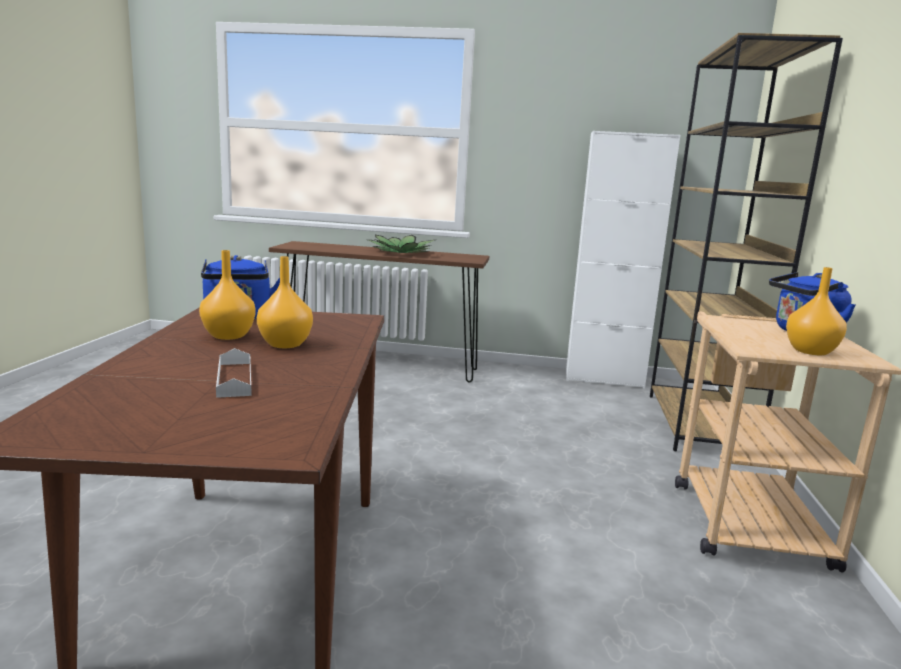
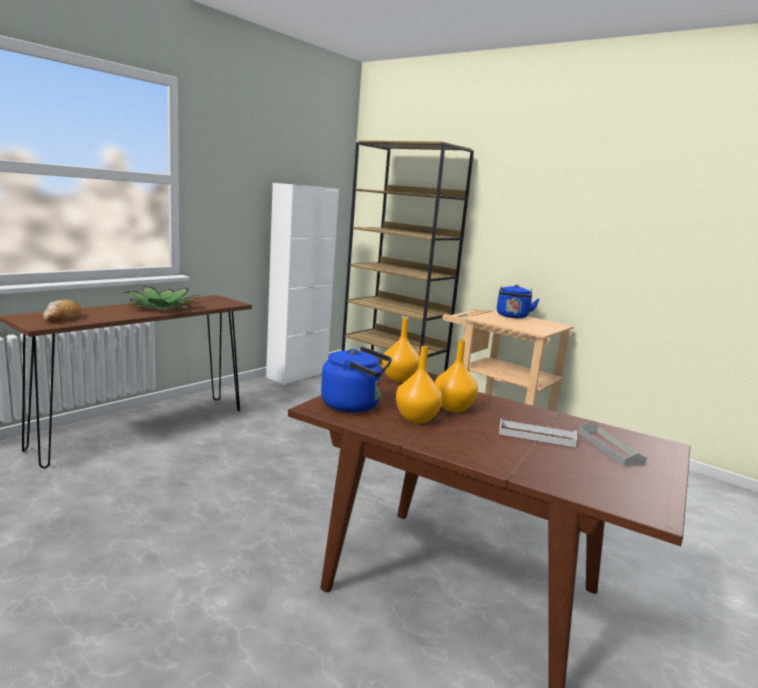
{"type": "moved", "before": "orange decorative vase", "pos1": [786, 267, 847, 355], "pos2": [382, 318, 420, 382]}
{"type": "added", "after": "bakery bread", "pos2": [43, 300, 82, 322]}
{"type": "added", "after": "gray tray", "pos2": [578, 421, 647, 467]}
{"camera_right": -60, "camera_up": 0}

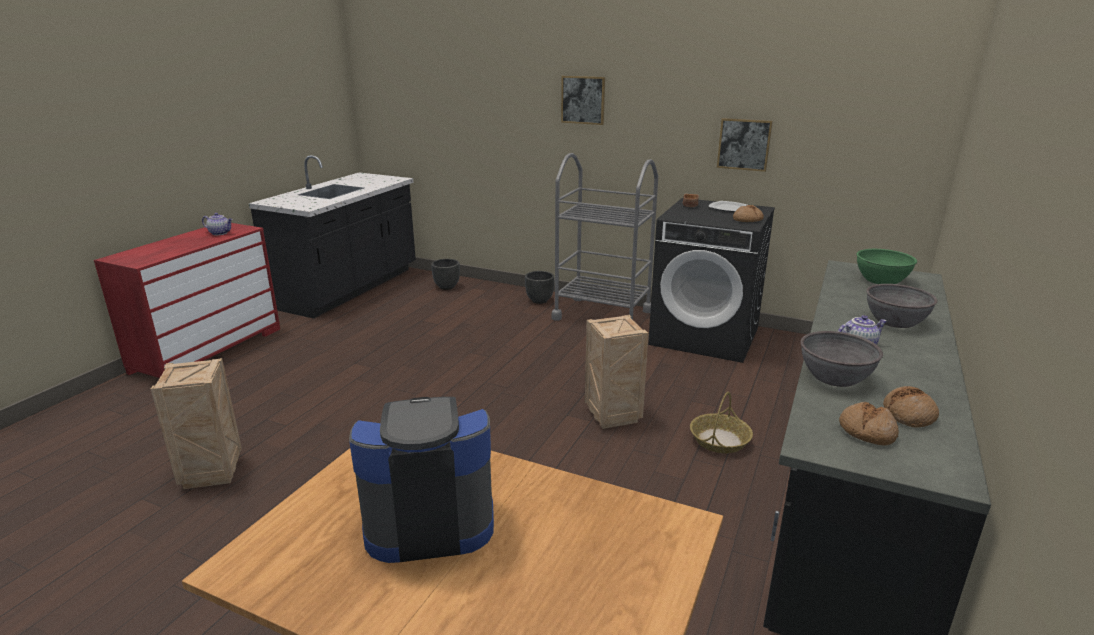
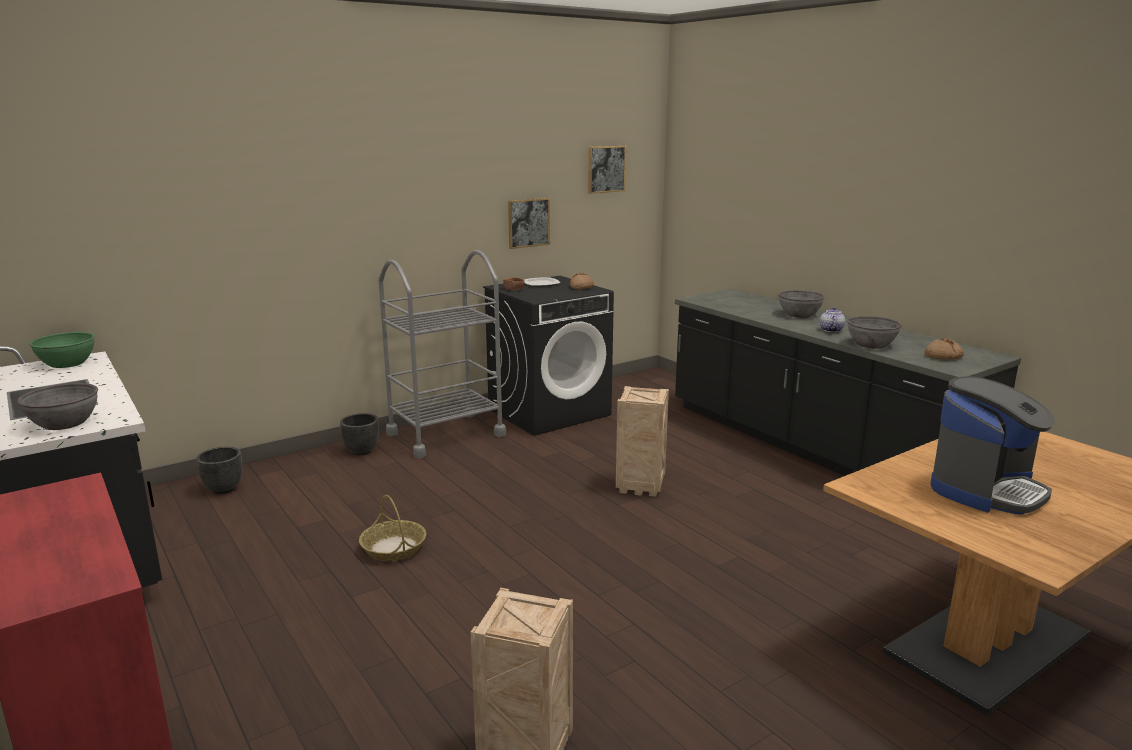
{"type": "removed", "before": "pot for tea", "pos1": [202, 213, 233, 235]}
{"type": "turned", "before": "coffee brewer", "pos1": [349, 397, 494, 563], "pos2": [931, 376, 1055, 515], "turn": -150}
{"type": "moved", "before": "wall art", "pos1": [561, 76, 605, 125], "pos2": [588, 145, 626, 194]}
{"type": "moved", "before": "household basket", "pos1": [690, 392, 753, 453], "pos2": [359, 495, 426, 561]}
{"type": "moved", "before": "greenish deep dish", "pos1": [856, 249, 917, 284], "pos2": [29, 332, 95, 368]}
{"type": "removed", "before": "bakery bread", "pos1": [883, 386, 939, 428]}
{"type": "added", "after": "gray deep dish", "pos2": [17, 383, 98, 430]}
{"camera_right": -60, "camera_up": -5}

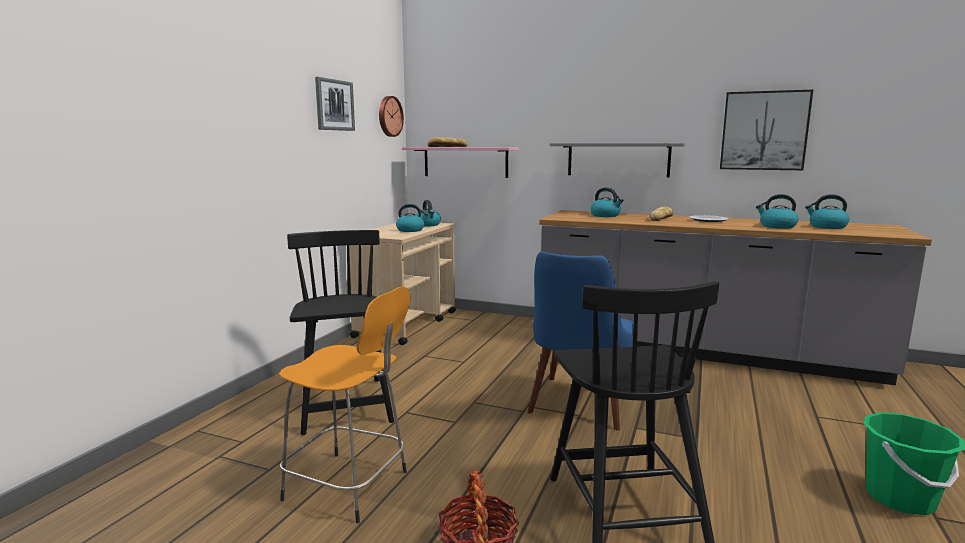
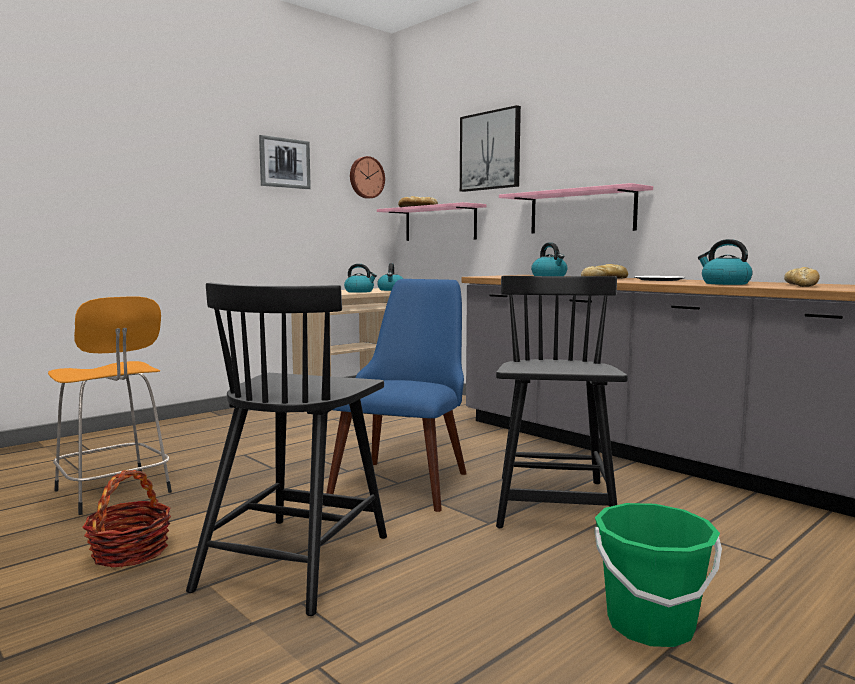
{"type": "moved", "before": "black chair", "pos1": [287, 230, 394, 435], "pos2": [496, 276, 628, 528]}
{"type": "turned", "before": "blue-coloured chair", "pos1": [527, 251, 634, 430], "pos2": [326, 279, 467, 512], "turn": 150}
{"type": "recoloured", "before": "gray bracket shelf", "after": "pinkish bracket shelf", "pos1": [550, 143, 685, 177], "pos2": [499, 183, 653, 233]}
{"type": "moved", "before": "wall art", "pos1": [720, 90, 813, 170], "pos2": [460, 105, 521, 192]}
{"type": "replaced", "before": "water kettle", "after": "bakery bread", "pos1": [805, 194, 849, 229], "pos2": [784, 267, 820, 287]}
{"camera_right": 25, "camera_up": -5}

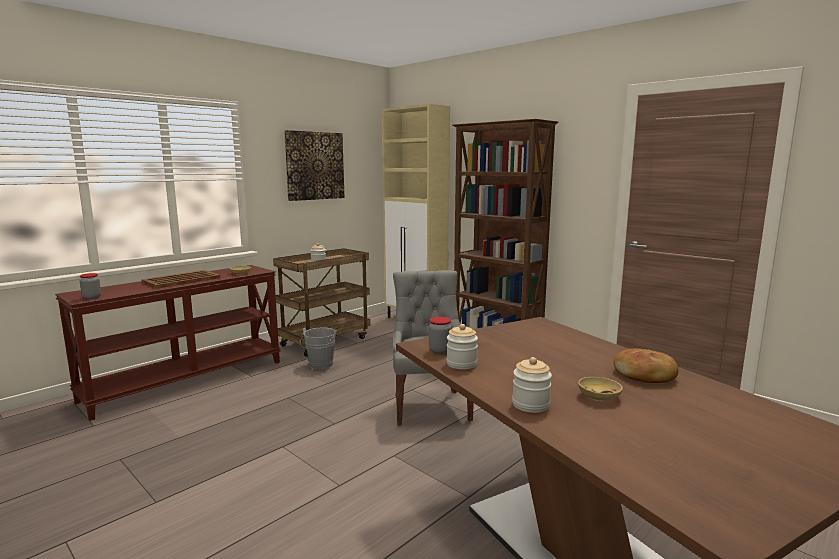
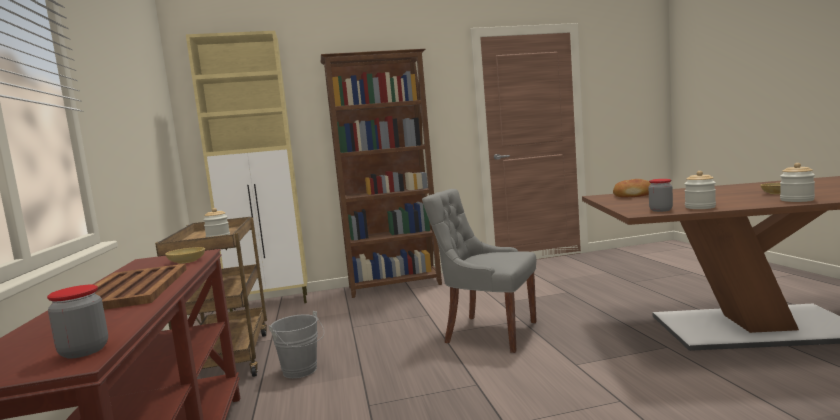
{"type": "removed", "before": "wall art", "pos1": [284, 130, 344, 201]}
{"type": "moved", "before": "bakery bread", "pos1": [614, 348, 679, 383], "pos2": [613, 179, 651, 197]}
{"camera_right": -55, "camera_up": -5}

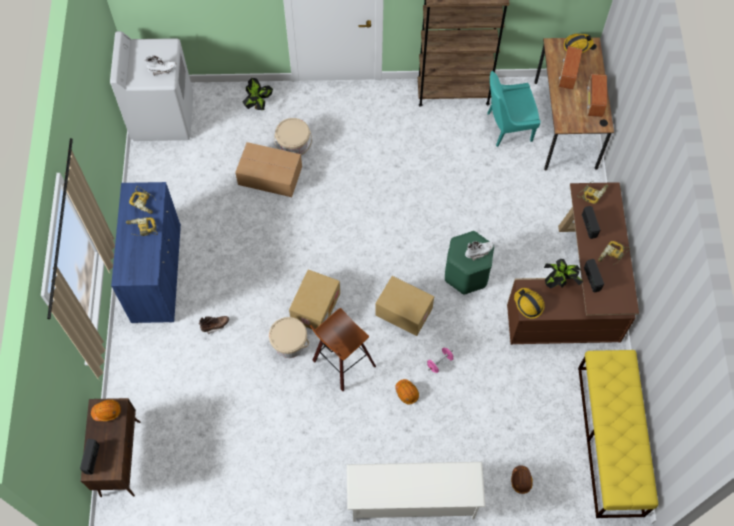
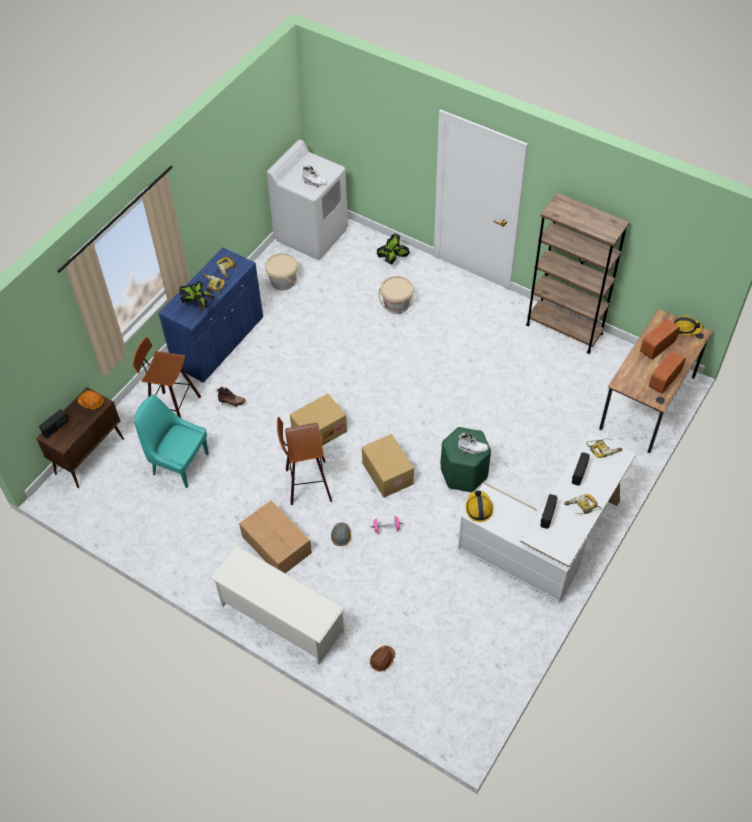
{"type": "moved", "before": "packing box", "pos1": [235, 142, 302, 197], "pos2": [239, 500, 312, 573]}
{"type": "moved", "before": "beige-coloured bucket", "pos1": [269, 317, 309, 358], "pos2": [265, 253, 298, 290]}
{"type": "recoloured", "before": "orange safety helmet", "after": "gray safety helmet", "pos1": [395, 379, 419, 404], "pos2": [331, 522, 351, 546]}
{"type": "moved", "before": "turquoise chair", "pos1": [487, 71, 540, 147], "pos2": [134, 395, 209, 488]}
{"type": "recoloured", "before": "brownish desk unit", "after": "white desk unit", "pos1": [507, 182, 639, 345], "pos2": [458, 432, 636, 603]}
{"type": "moved", "before": "potted plant", "pos1": [544, 259, 583, 289], "pos2": [179, 281, 215, 311]}
{"type": "removed", "before": "yellow bench", "pos1": [578, 350, 658, 518]}
{"type": "added", "after": "sitting stool", "pos2": [132, 337, 201, 418]}
{"camera_right": 35, "camera_up": -10}

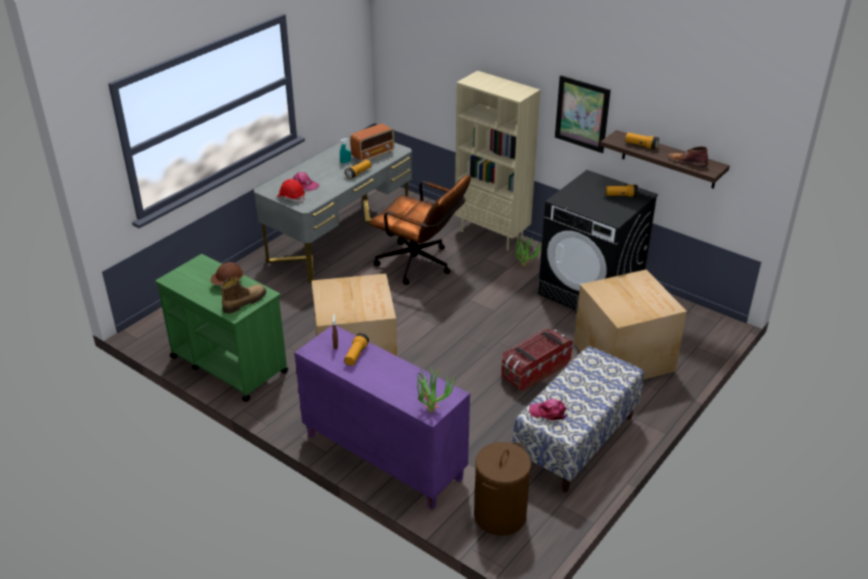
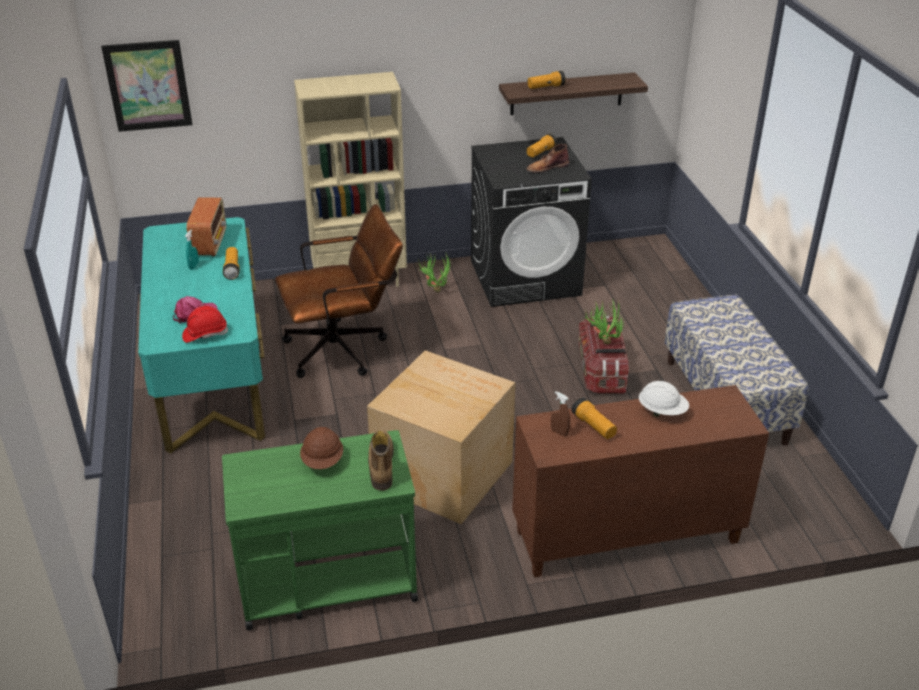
{"type": "recoloured", "before": "gray desk unit", "after": "turquoise desk unit", "pos1": [254, 137, 412, 283], "pos2": [138, 217, 265, 453]}
{"type": "recoloured", "before": "purple-coloured cupboard", "after": "brownish cupboard", "pos1": [294, 325, 470, 510], "pos2": [512, 385, 769, 577]}
{"type": "moved", "before": "potted plant", "pos1": [415, 367, 455, 413], "pos2": [585, 299, 623, 344]}
{"type": "removed", "before": "brownish hamper", "pos1": [474, 442, 531, 536]}
{"type": "removed", "before": "pinkish cap", "pos1": [529, 398, 567, 420]}
{"type": "moved", "before": "wall art", "pos1": [555, 75, 611, 153], "pos2": [101, 40, 192, 132]}
{"type": "removed", "before": "packing box", "pos1": [574, 269, 687, 380]}
{"type": "moved", "before": "brownish boot", "pos1": [667, 146, 708, 167], "pos2": [527, 144, 569, 173]}
{"type": "added", "after": "white safety helmet", "pos2": [639, 381, 689, 417]}
{"camera_right": -50, "camera_up": 0}

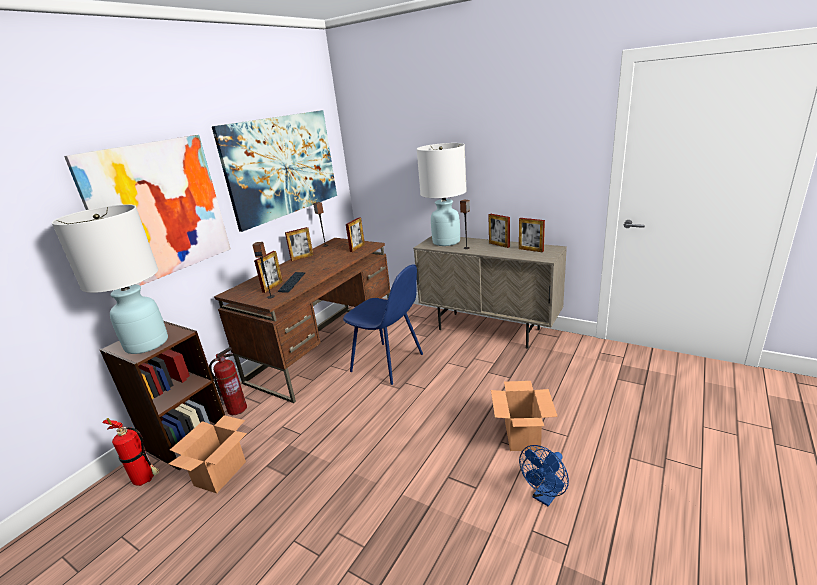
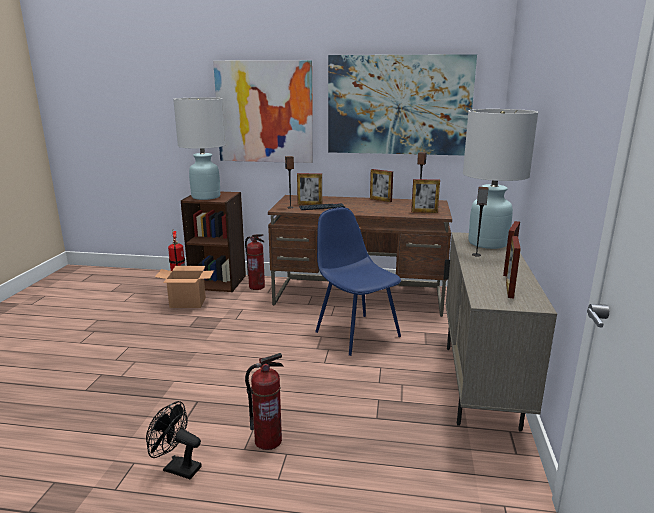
{"type": "turned", "before": "blue-coloured chair", "pos1": [343, 264, 423, 385], "pos2": [315, 207, 401, 356], "turn": 135}
{"type": "replaced", "before": "packing box", "after": "fire extinguisher", "pos1": [491, 381, 558, 451], "pos2": [245, 353, 284, 450]}
{"type": "recoloured", "before": "blue-coloured fan", "after": "black fan", "pos1": [519, 445, 569, 506], "pos2": [146, 401, 202, 479]}
{"camera_right": 65, "camera_up": -5}

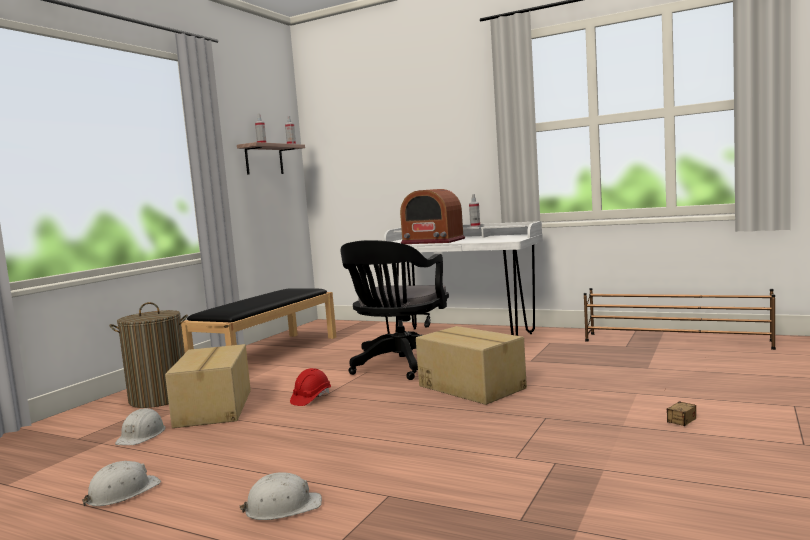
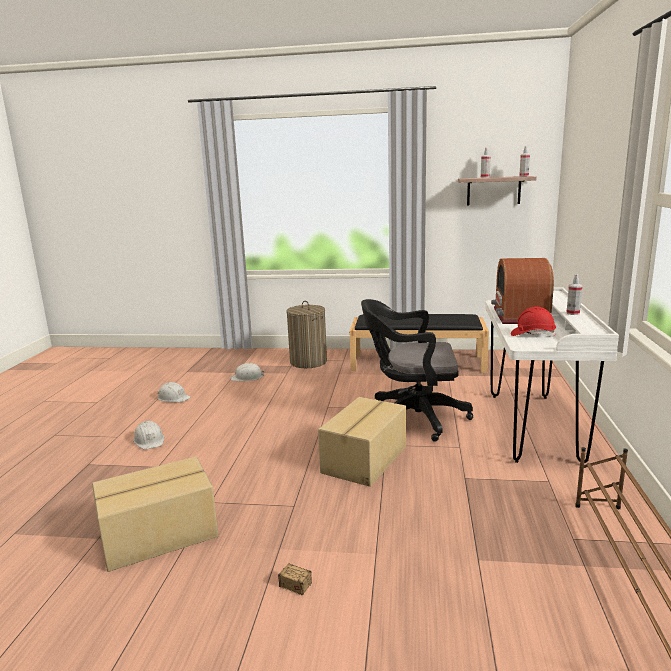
{"type": "moved", "before": "packing box", "pos1": [165, 344, 251, 428], "pos2": [92, 456, 218, 572]}
{"type": "moved", "before": "red-coloured safety helmet", "pos1": [290, 368, 331, 406], "pos2": [511, 307, 556, 337]}
{"camera_right": 70, "camera_up": 10}

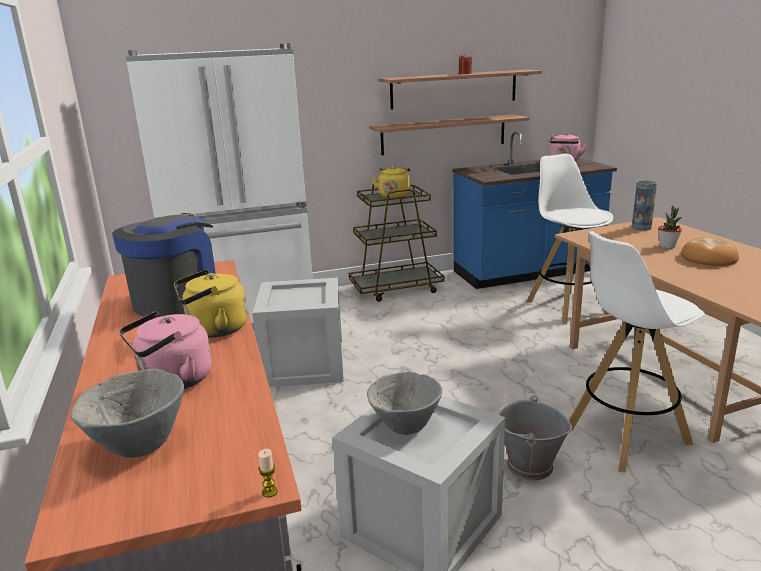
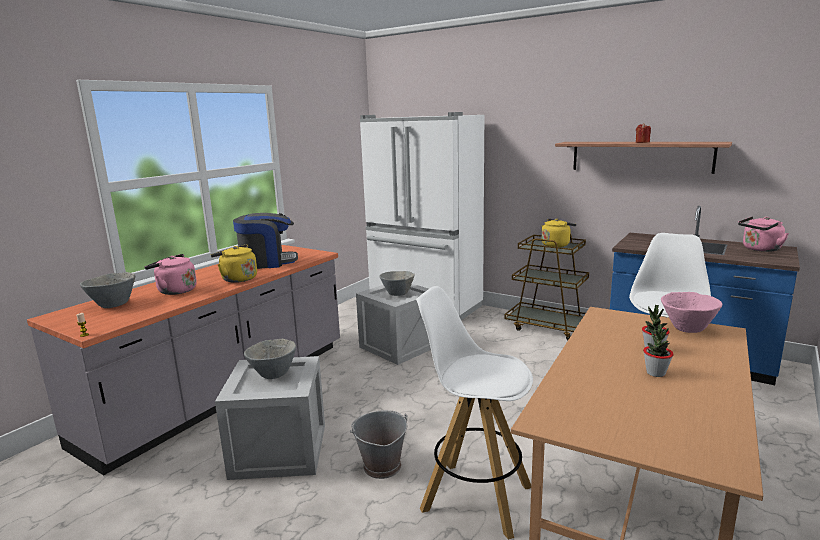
{"type": "removed", "before": "bracket shelf", "pos1": [369, 114, 530, 155]}
{"type": "replaced", "before": "decorative vase", "after": "pinkish deep dish", "pos1": [632, 180, 657, 231], "pos2": [661, 292, 722, 333]}
{"type": "replaced", "before": "bakery bread", "after": "potted plant", "pos1": [681, 237, 739, 266], "pos2": [643, 324, 674, 377]}
{"type": "added", "after": "gray deep dish", "pos2": [379, 271, 415, 296]}
{"camera_right": 50, "camera_up": -5}

